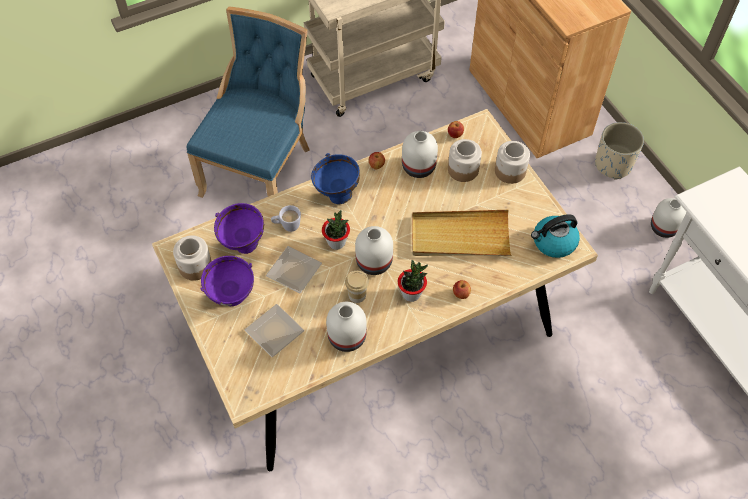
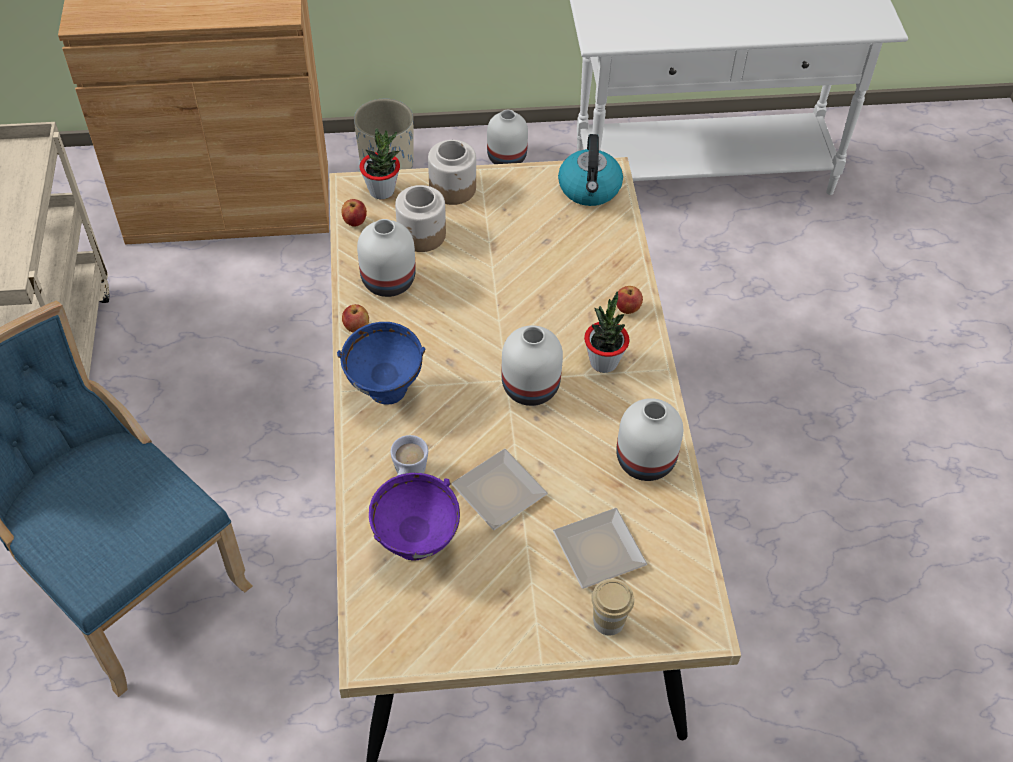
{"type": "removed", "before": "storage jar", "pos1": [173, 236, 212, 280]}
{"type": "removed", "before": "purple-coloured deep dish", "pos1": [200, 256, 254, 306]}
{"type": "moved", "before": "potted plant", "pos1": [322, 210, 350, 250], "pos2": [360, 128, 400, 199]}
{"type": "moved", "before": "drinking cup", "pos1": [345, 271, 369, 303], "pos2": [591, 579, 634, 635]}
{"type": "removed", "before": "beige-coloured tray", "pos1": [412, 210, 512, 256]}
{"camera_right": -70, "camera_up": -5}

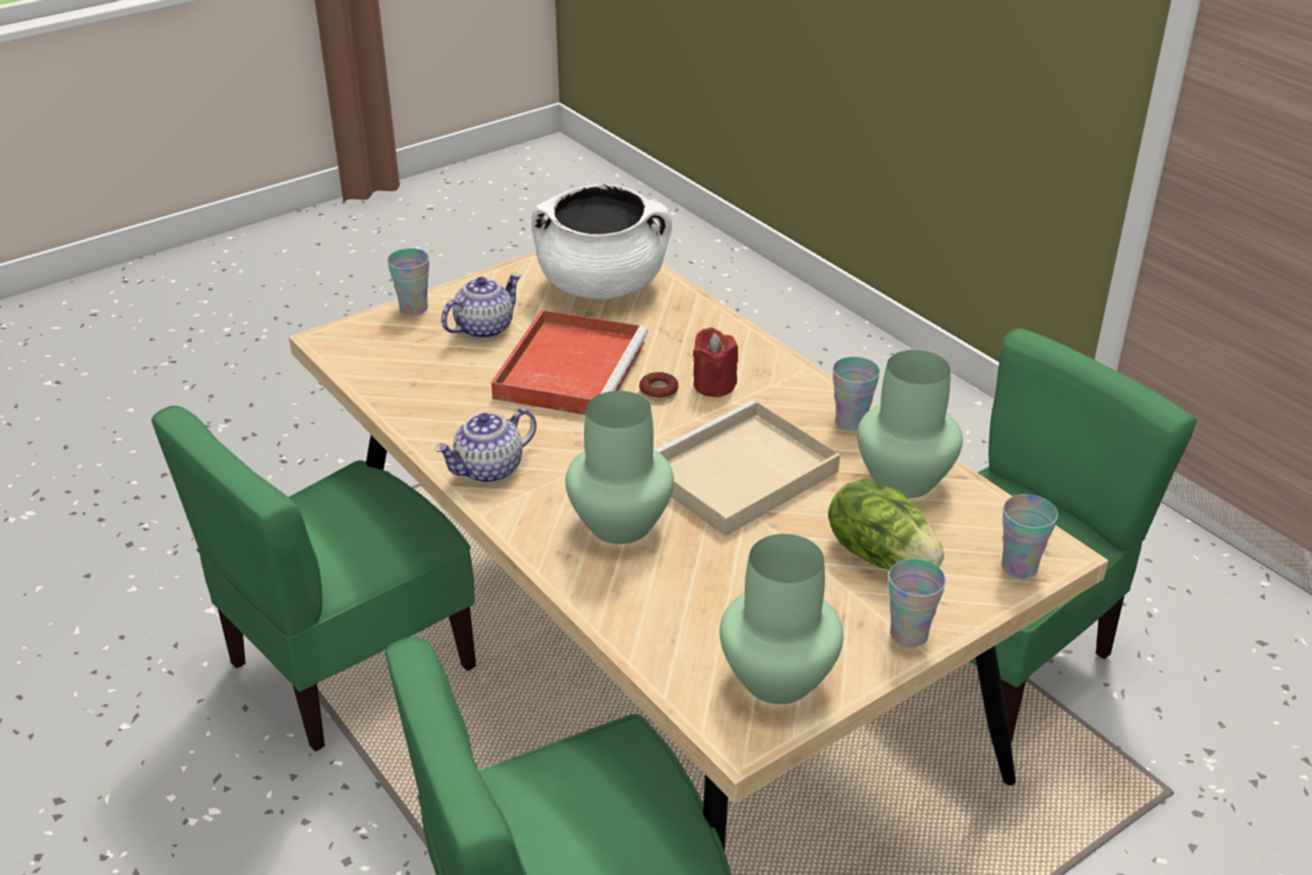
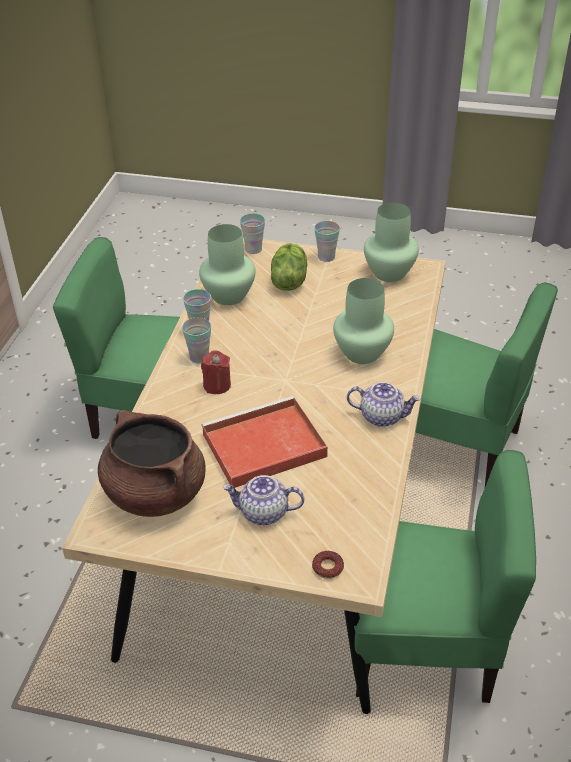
{"type": "moved", "before": "drinking cup", "pos1": [387, 248, 429, 315], "pos2": [182, 318, 211, 363]}
{"type": "recoloured", "before": "white cooking pot", "after": "brownish cooking pot", "pos1": [531, 184, 672, 299], "pos2": [98, 410, 205, 517]}
{"type": "moved", "before": "donut", "pos1": [639, 372, 678, 400], "pos2": [312, 551, 344, 579]}
{"type": "removed", "before": "beige-coloured tray", "pos1": [655, 400, 840, 536]}
{"camera_right": -130, "camera_up": 5}

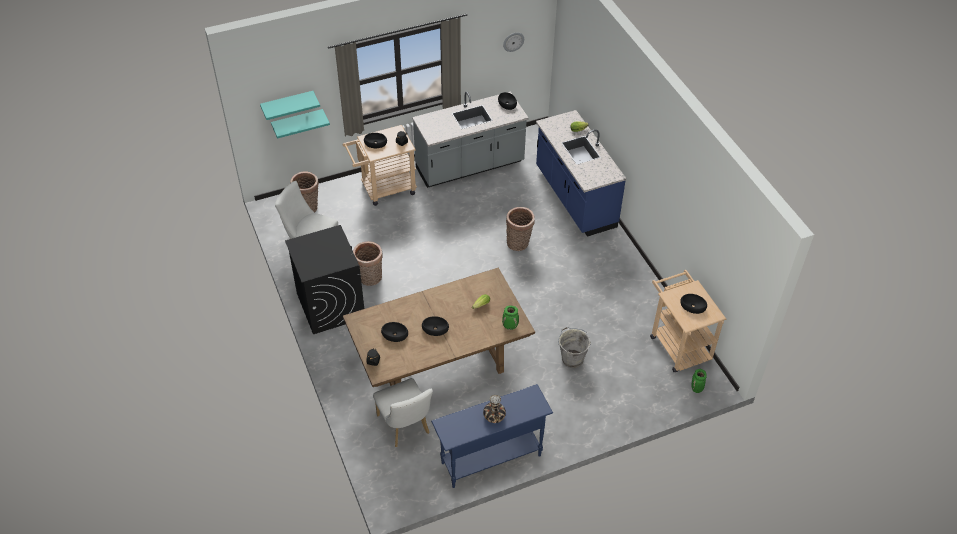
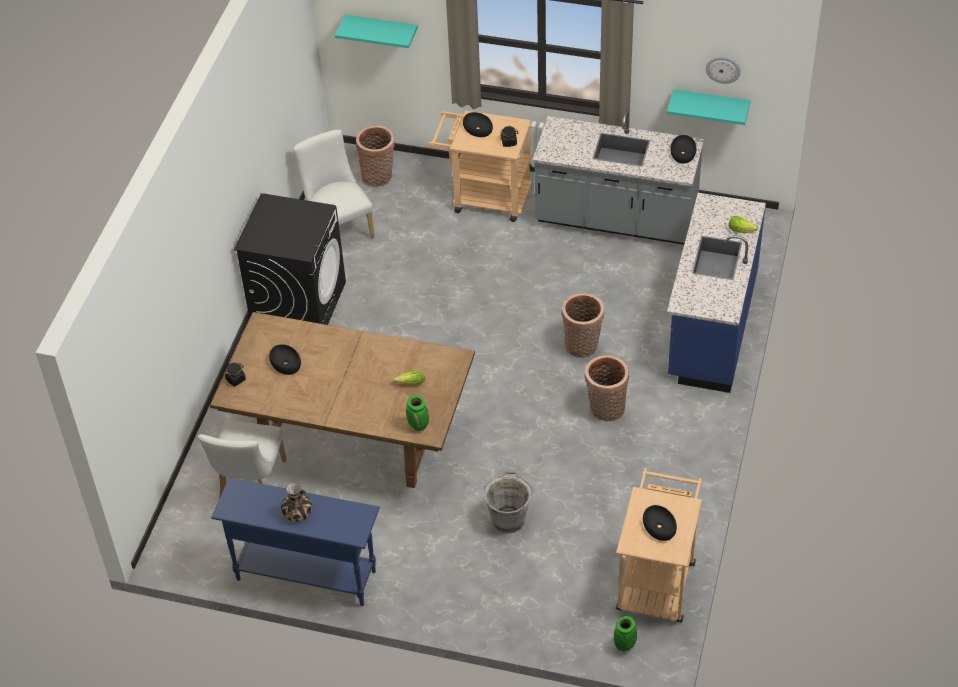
{"type": "moved", "before": "turquoise bracket shelf", "pos1": [271, 109, 330, 138], "pos2": [667, 89, 750, 125]}
{"type": "moved", "before": "household basket", "pos1": [353, 241, 383, 286], "pos2": [585, 355, 629, 422]}
{"type": "removed", "before": "black deep dish", "pos1": [422, 316, 449, 336]}
{"camera_right": 40, "camera_up": 0}

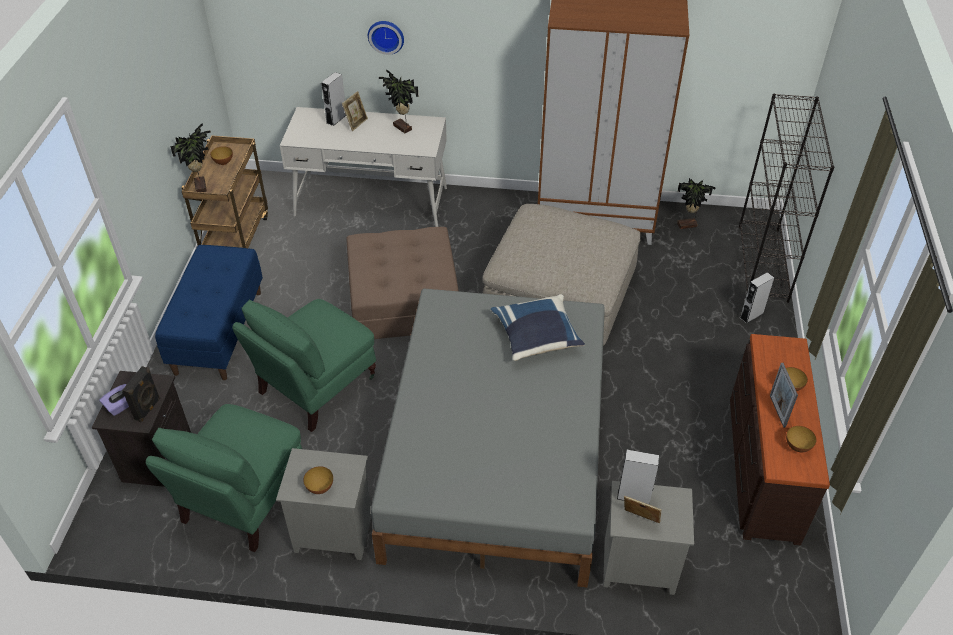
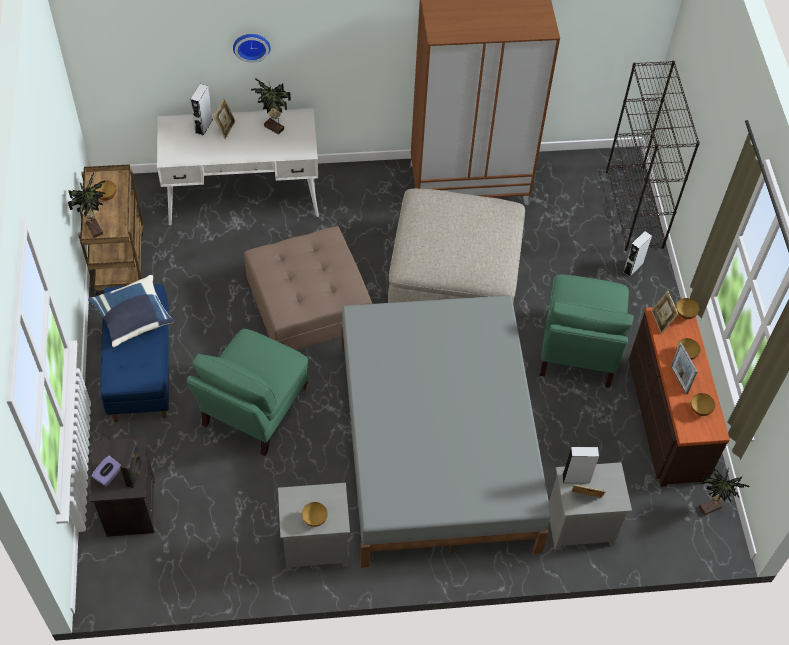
{"type": "moved", "before": "greenish easy chair", "pos1": [146, 404, 302, 552], "pos2": [539, 275, 633, 388]}
{"type": "moved", "before": "blue-coloured throw pillow", "pos1": [491, 294, 585, 361], "pos2": [88, 275, 175, 347]}
{"type": "moved", "before": "potted plant", "pos1": [677, 178, 715, 229], "pos2": [699, 467, 749, 516]}
{"type": "added", "after": "picture frame", "pos2": [651, 291, 678, 334]}
{"type": "added", "after": "deep dish", "pos2": [676, 298, 699, 319]}
{"camera_right": -15, "camera_up": 10}

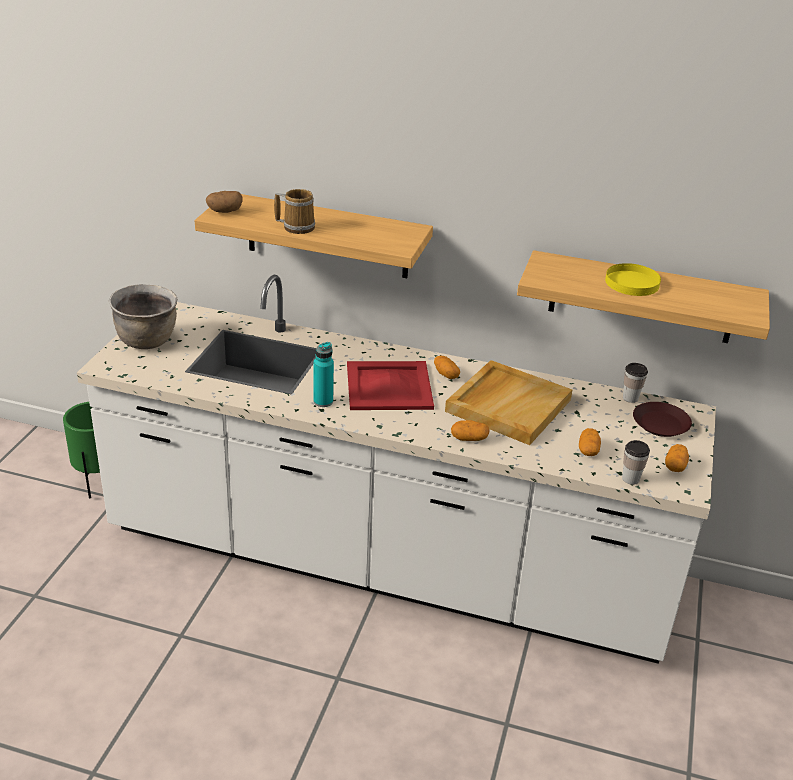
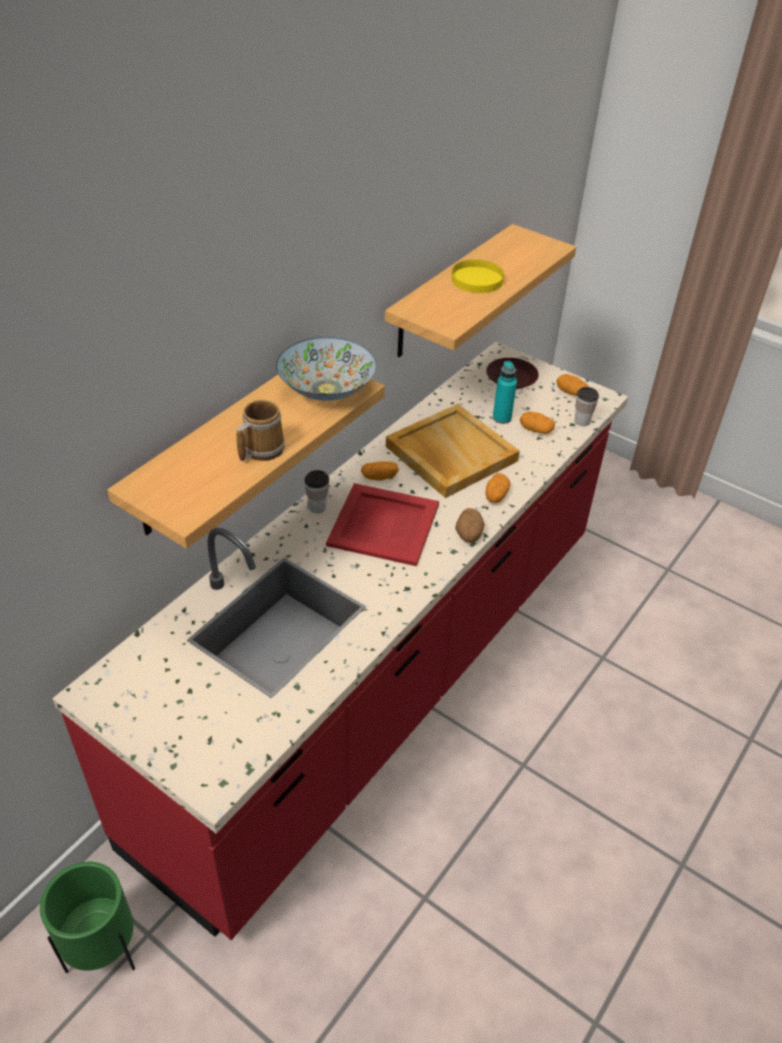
{"type": "recoloured", "before": "white kitchen counter", "after": "red-coloured kitchen counter", "pos1": [77, 275, 716, 664], "pos2": [52, 341, 628, 940]}
{"type": "removed", "before": "brownish cooking pot", "pos1": [109, 284, 177, 349]}
{"type": "moved", "before": "spud", "pos1": [206, 191, 243, 213], "pos2": [456, 508, 485, 543]}
{"type": "moved", "before": "turquoise bottle", "pos1": [313, 342, 334, 407], "pos2": [493, 361, 517, 424]}
{"type": "moved", "before": "drinking cup", "pos1": [623, 363, 648, 403], "pos2": [305, 470, 329, 513]}
{"type": "added", "after": "deep dish", "pos2": [276, 337, 376, 401]}
{"camera_right": -70, "camera_up": 10}

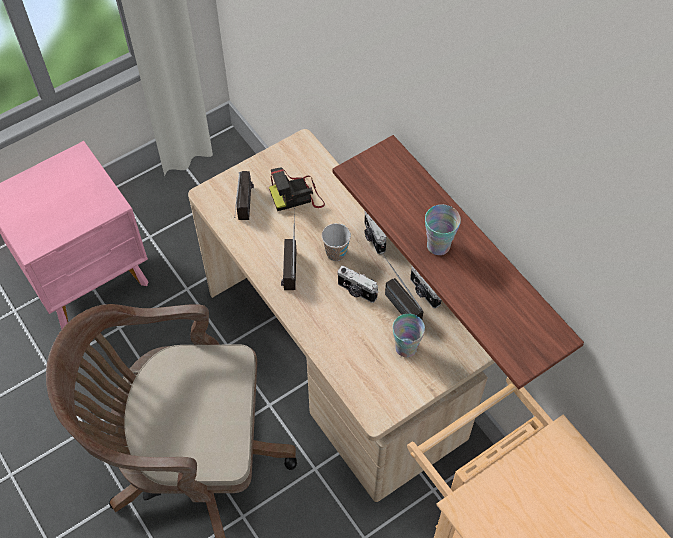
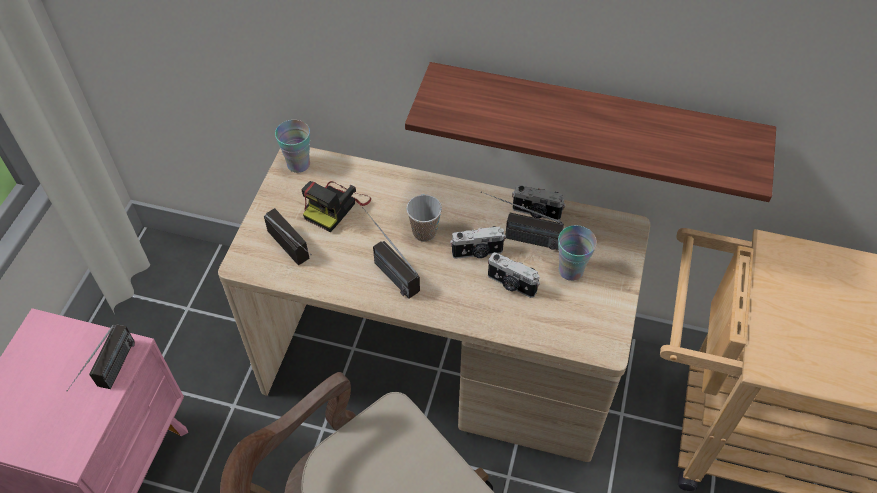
{"type": "moved", "before": "photo camera", "pos1": [364, 211, 387, 254], "pos2": [488, 252, 540, 298]}
{"type": "moved", "before": "drinking cup", "pos1": [425, 205, 461, 255], "pos2": [275, 120, 310, 173]}
{"type": "added", "after": "radio set", "pos2": [66, 324, 135, 392]}
{"camera_right": -40, "camera_up": -5}

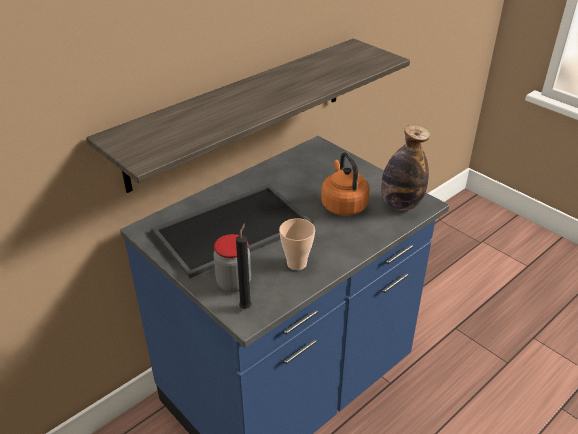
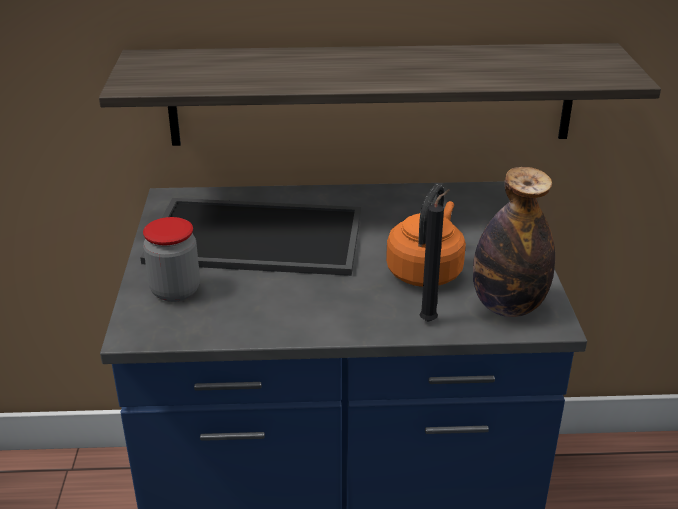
{"type": "moved", "before": "black wax light", "pos1": [236, 223, 252, 309], "pos2": [420, 189, 450, 322]}
{"type": "removed", "before": "drinking cup", "pos1": [279, 218, 315, 270]}
{"camera_right": 40, "camera_up": -5}

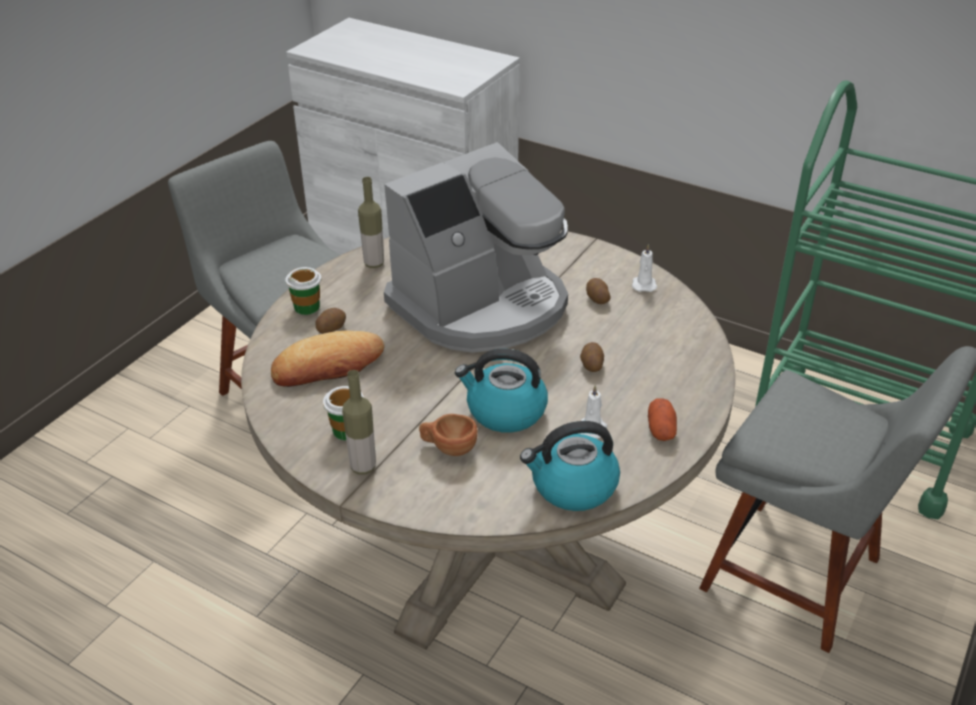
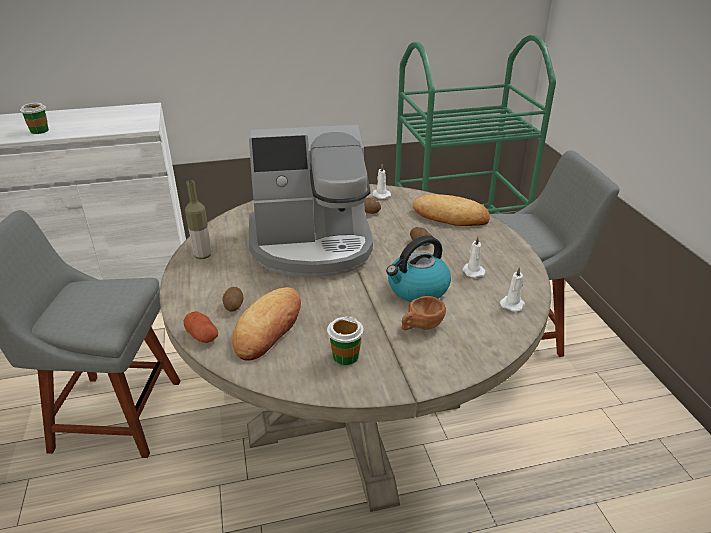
{"type": "moved", "before": "drinking cup", "pos1": [285, 267, 321, 315], "pos2": [20, 103, 49, 134]}
{"type": "removed", "before": "bottle", "pos1": [342, 370, 376, 475]}
{"type": "turned", "before": "coffee brewer", "pos1": [384, 142, 568, 353], "pos2": [249, 125, 373, 277], "turn": 75}
{"type": "replaced", "before": "water kettle", "after": "white wax light", "pos1": [520, 421, 620, 511], "pos2": [500, 267, 525, 312]}
{"type": "moved", "before": "spud", "pos1": [648, 399, 677, 441], "pos2": [184, 311, 218, 343]}
{"type": "added", "after": "bakery bread", "pos2": [412, 194, 490, 226]}
{"camera_right": -45, "camera_up": -5}

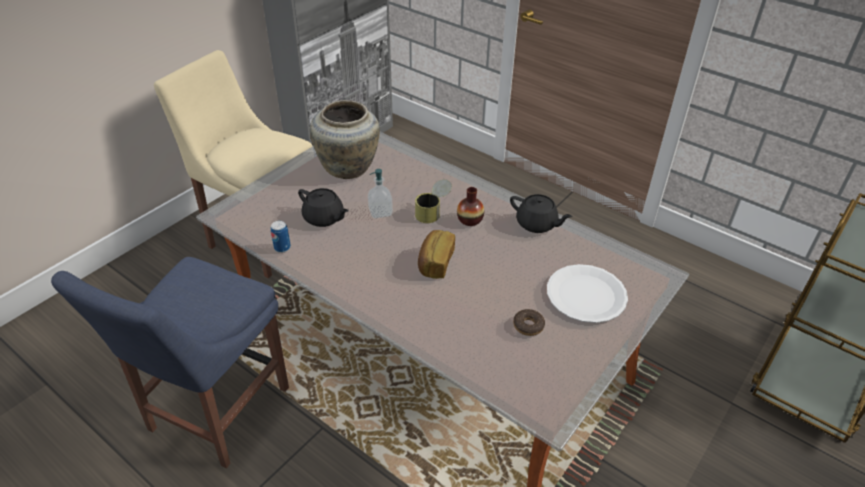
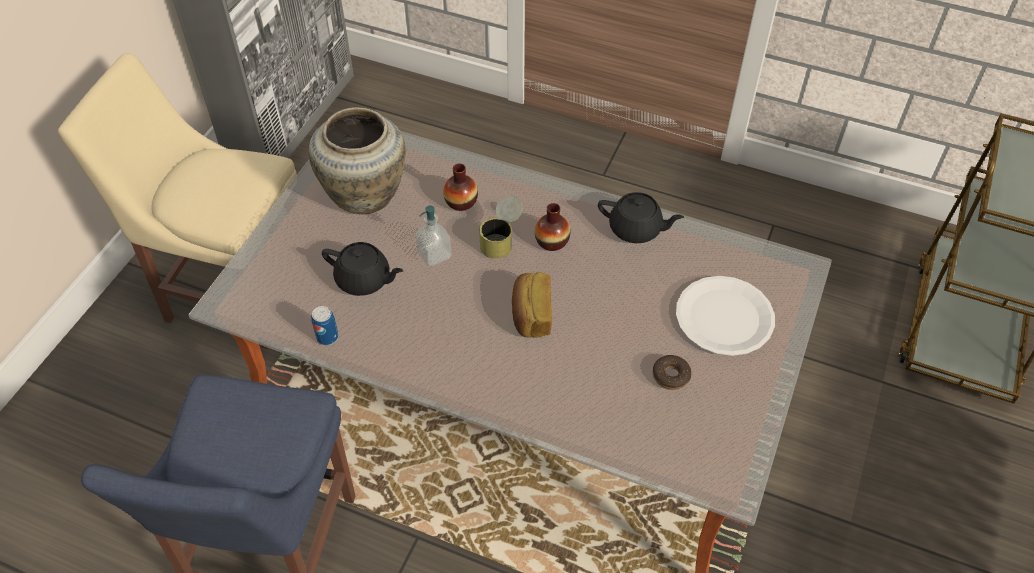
{"type": "added", "after": "decorative vase", "pos2": [443, 164, 478, 211]}
{"camera_right": -15, "camera_up": 10}

